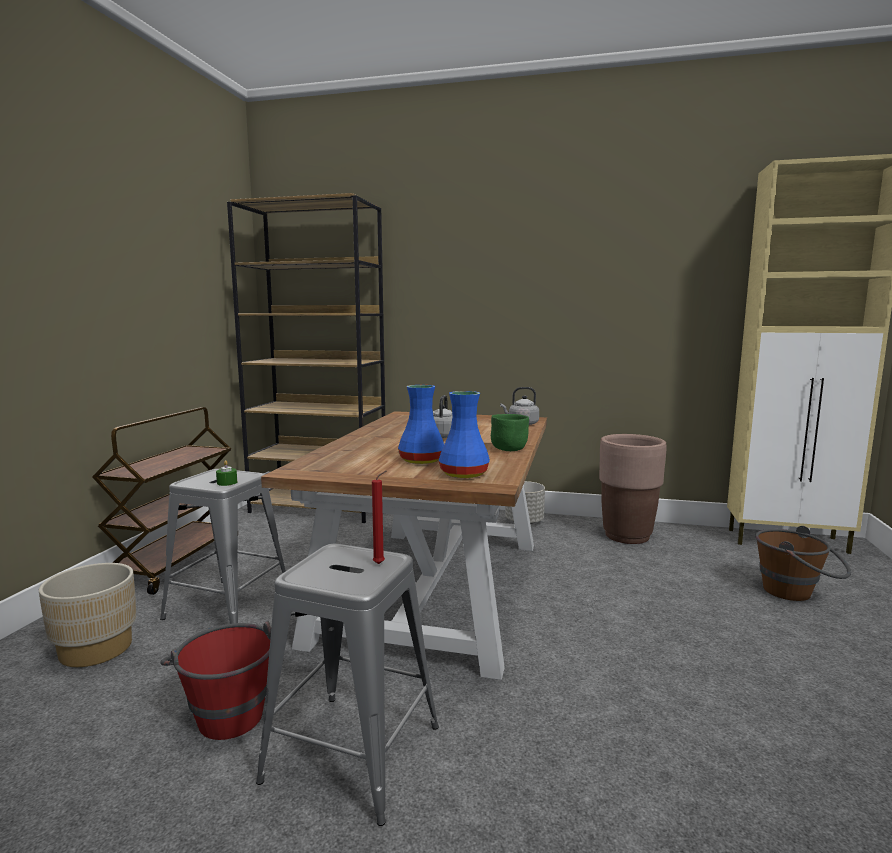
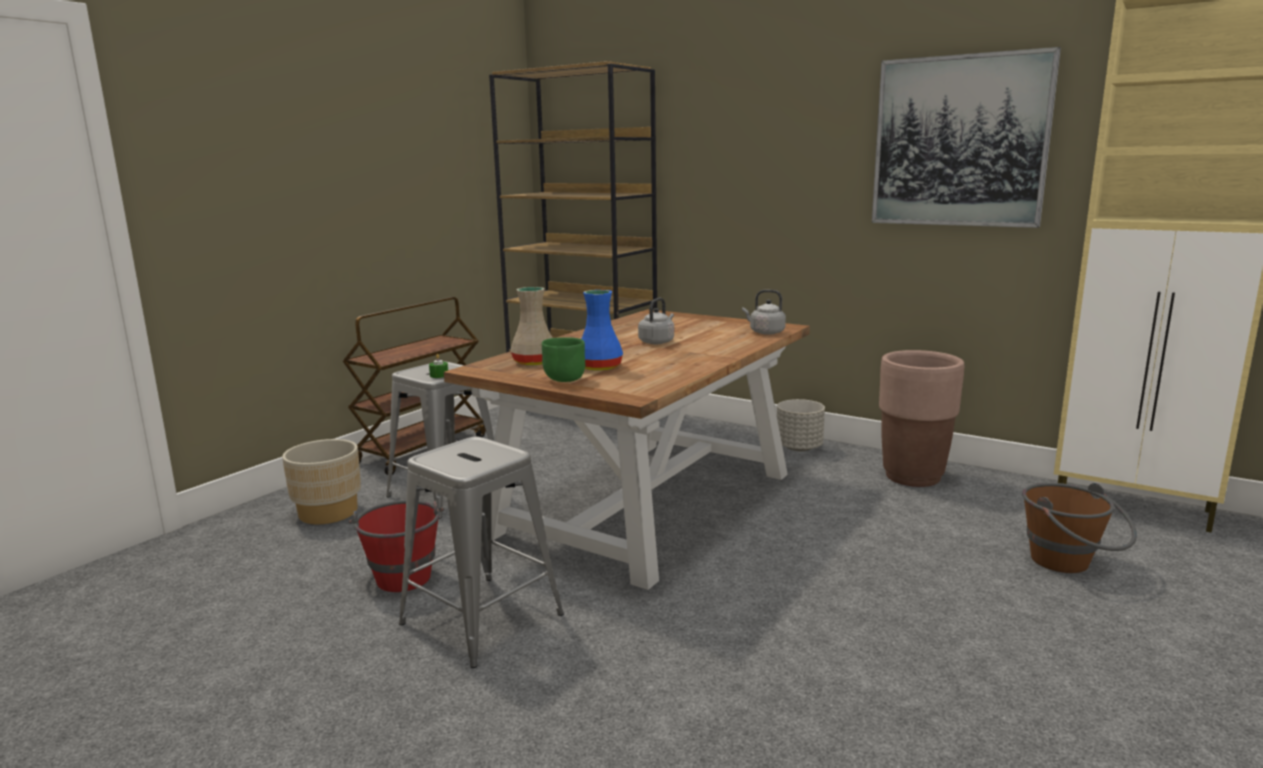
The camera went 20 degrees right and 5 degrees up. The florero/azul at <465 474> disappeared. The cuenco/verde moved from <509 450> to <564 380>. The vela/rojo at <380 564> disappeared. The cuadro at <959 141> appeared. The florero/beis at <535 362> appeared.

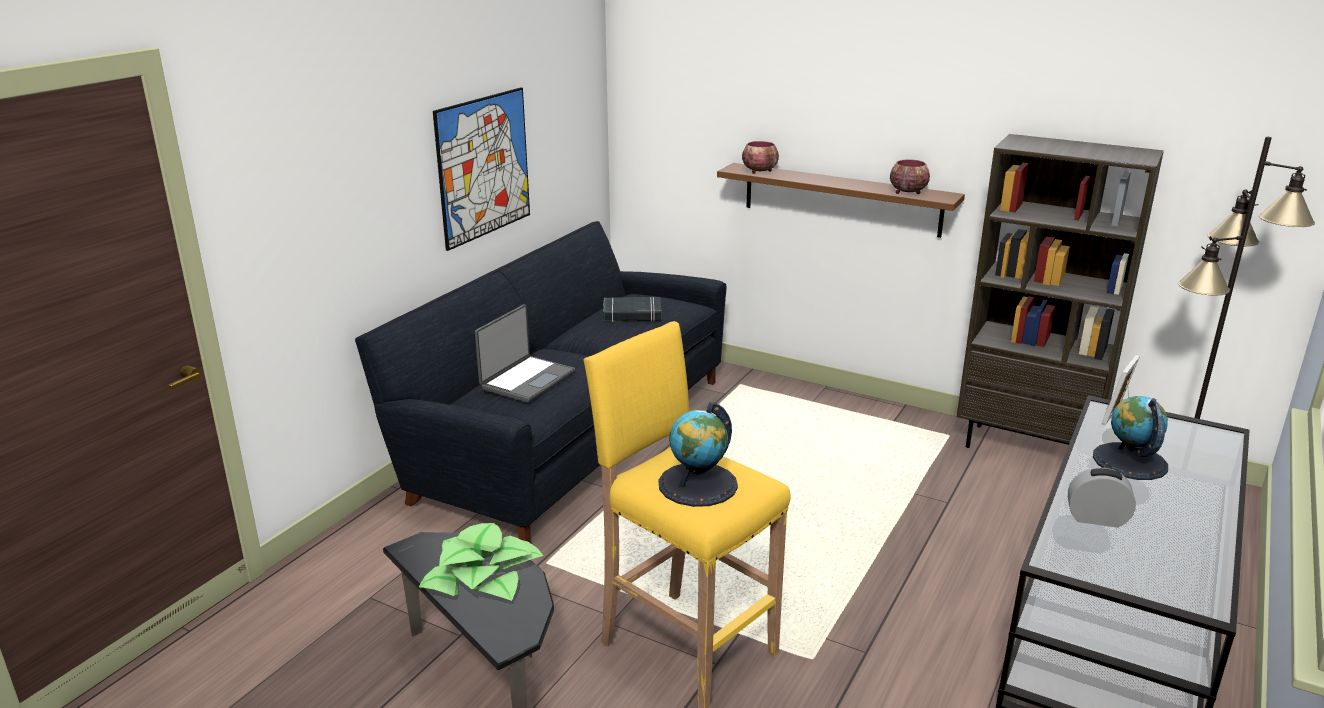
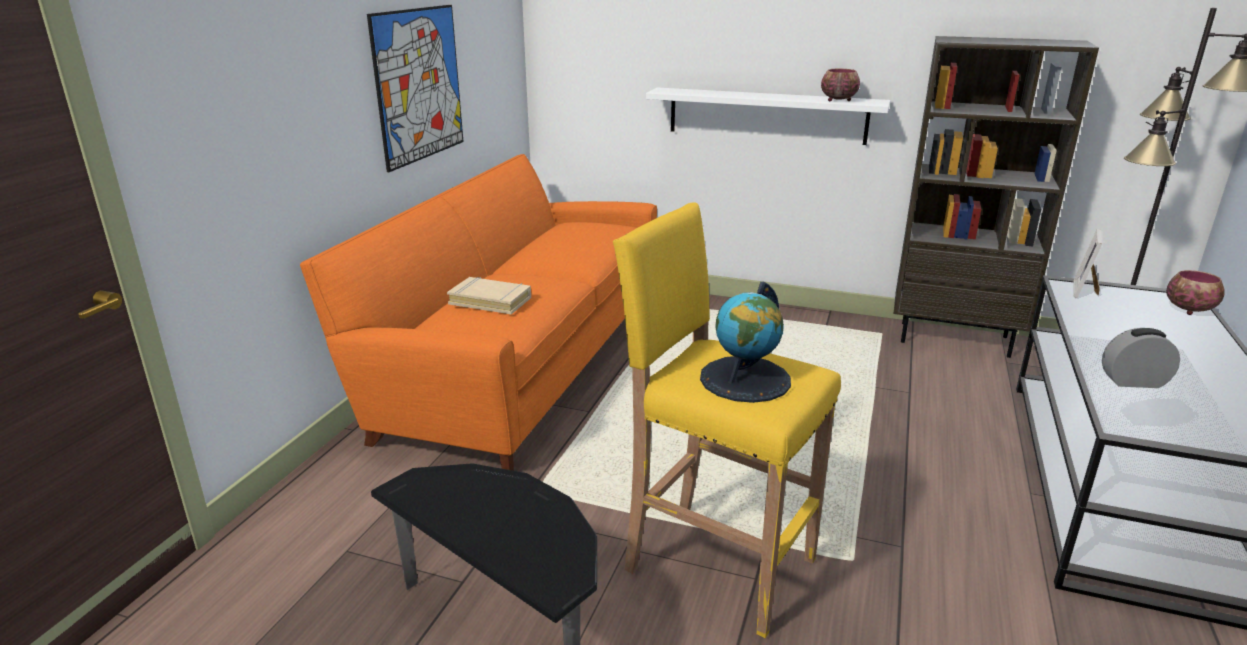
The camera went 10 degrees left and 0 degrees up. The cuenco moved from <760 171> to <1189 310>. The estante/marrón at <841 199> became the estante/blanco at <766 115>. The sofá/negro at <568 434> became the sofá/naranja at <520 362>. The libro/negro at <632 314> disappeared. The portátil at <526 380> was replaced by the libro/beis at <490 301>. The globo terráqueo at <1129 461> disappeared. The planta en maceta at <483 577> disappeared.

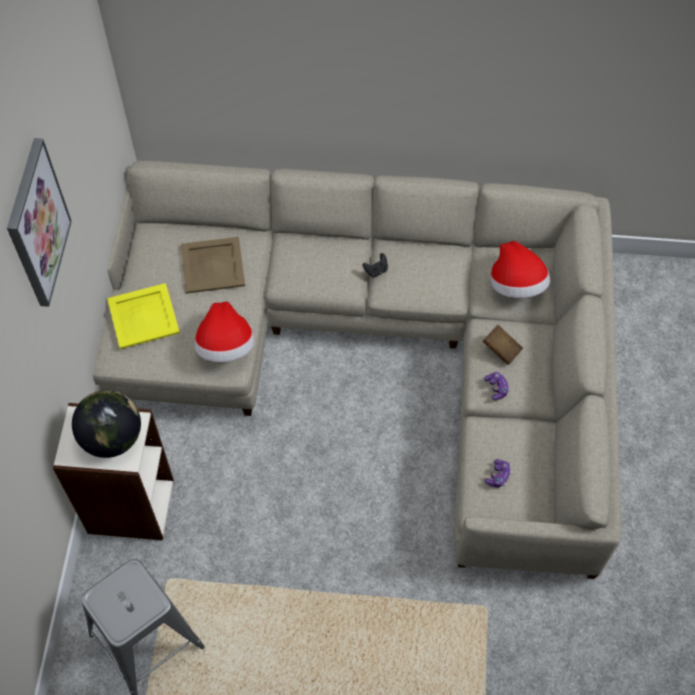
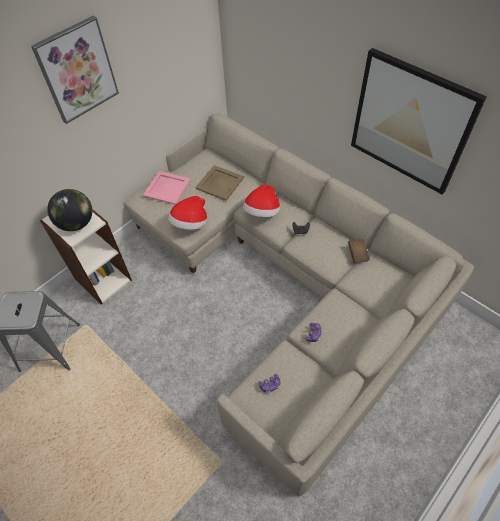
The camera went 40 degrees right and 5 degrees down. The sombrero moved from <516 285> to <262 212>. The bandeja/amarillo at <143 317> became the bandeja/rosa at <166 188>. The libro/marrón moved from <501 350> to <357 254>. The cuadro at <410 123> appeared.

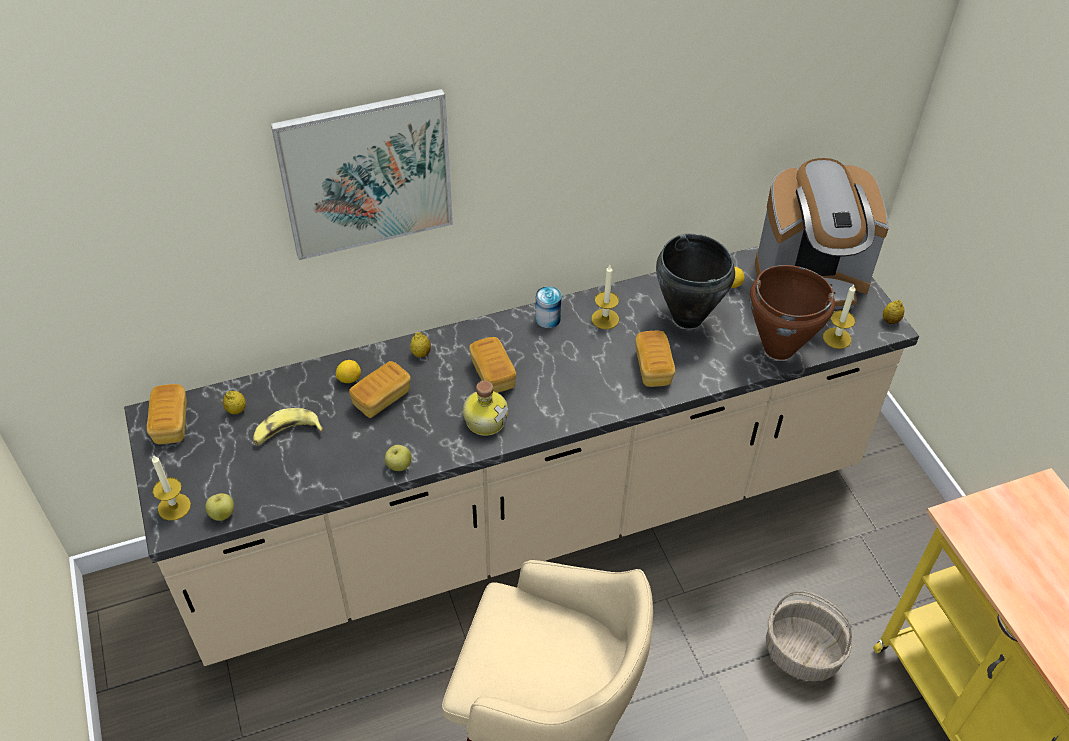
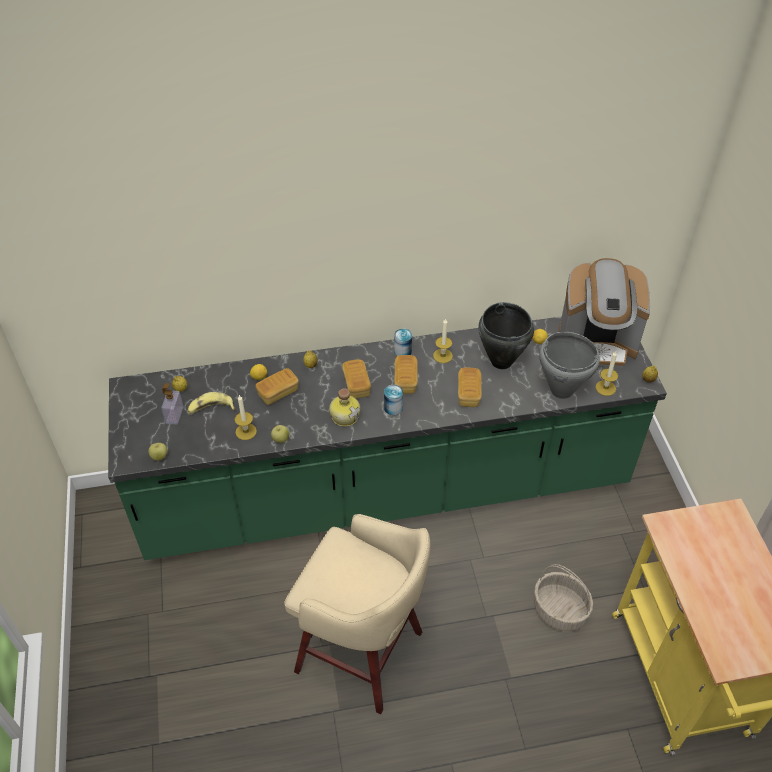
The camera went 10 degrees right and 0 degrees up. The cuadro at <366 174> disappeared. The mueble bajo de cocina/beis at <532 518> became the mueble bajo de cocina/verde at <386 491>. The olla/marrón at <778 348> became the olla/gris at <561 390>. The pan moved from <171 423> to <405 381>. The vela moved from <174 507> to <246 431>. The dispensador de jabón at <174 415> appeared. The lata at <393 408> appeared.

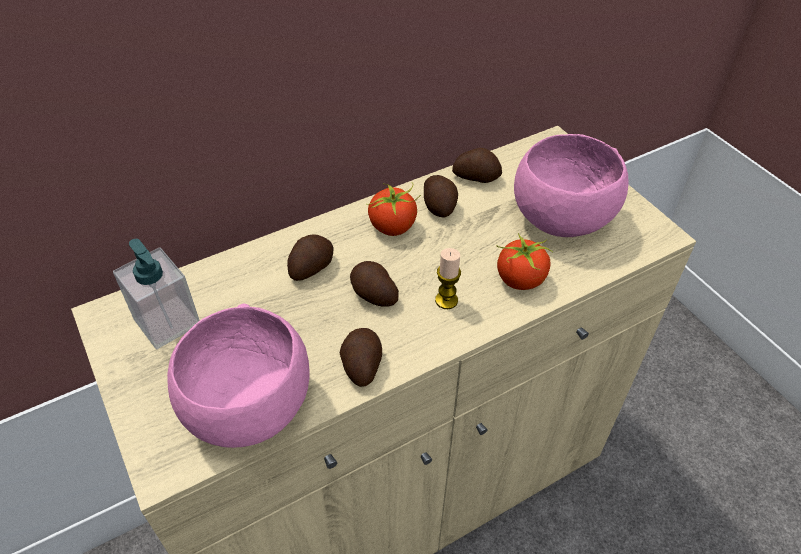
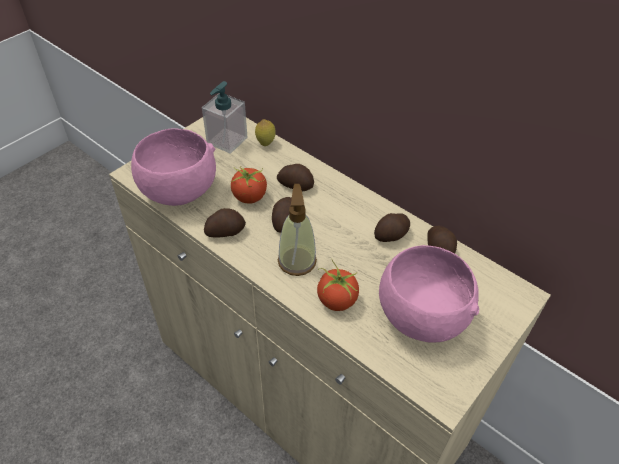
The camera went 70 degrees right and 0 degrees up. The tomate moved from <393 226> to <250 197>. The vela at <446 300> was replaced by the dispensador de jabón at <297 261>. The limón at <265 143> appeared.

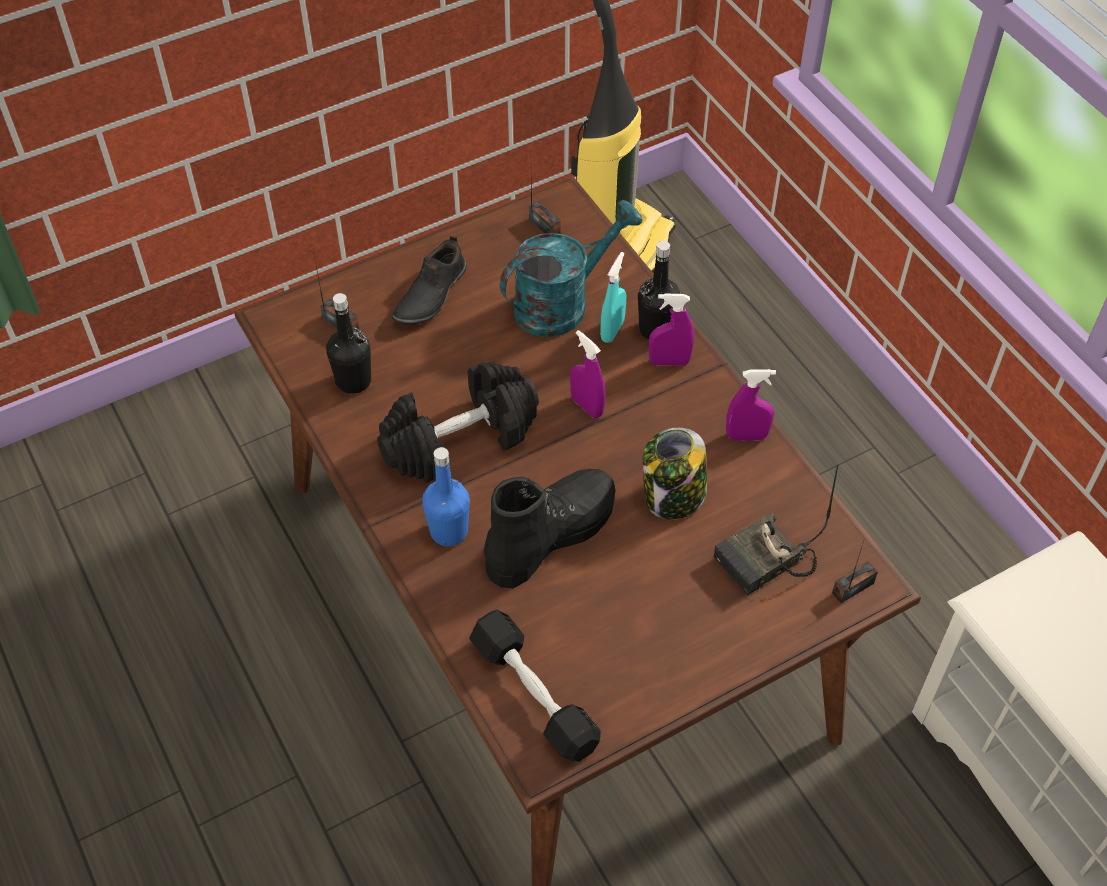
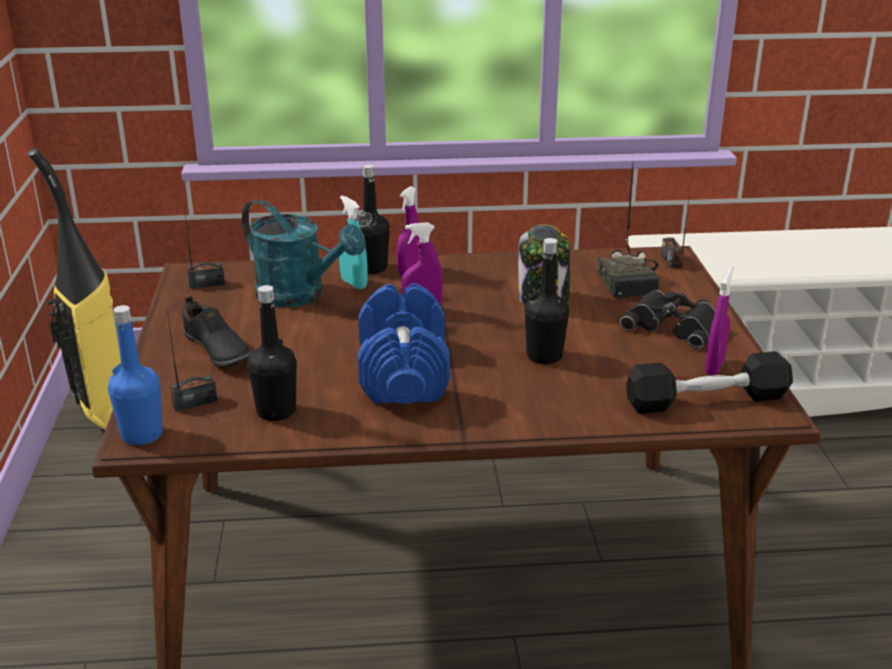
The camera went 65 degrees left and 25 degrees down. The regadera/turquesa at <562 303> turned 135 degrees clockwise. The mancuerna/negro at <460 439> became the mancuerna/azul at <402 373>. The pulverizador/morado moved from <746 436> to <714 367>. The botella/azul moved from <449 531> to <142 435>. The bota/negro at <550 535> was replaced by the botella/negro at <544 356>. The prismáticos/negro at <674 325> appeared.

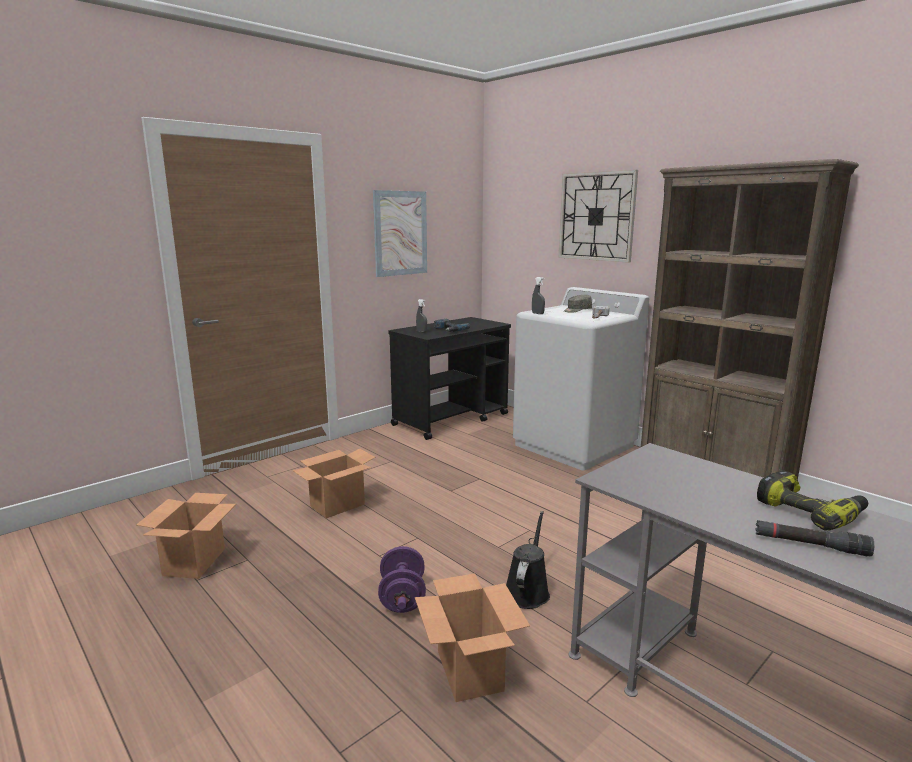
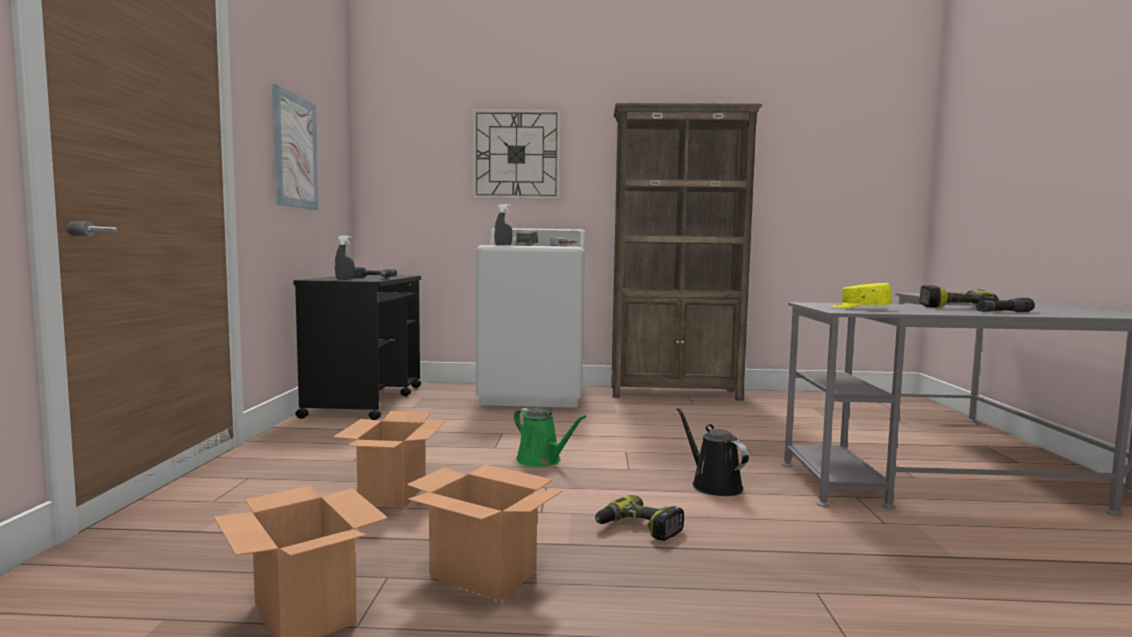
The camera went 45 degrees left and 10 degrees down. The mancuerna/morado at <402 598> was replaced by the taladro at <638 529>. The caja de cartón moved from <469 670> to <482 574>. The gorra/amarillo at <860 308> appeared. The regadera/verde at <542 461> appeared.

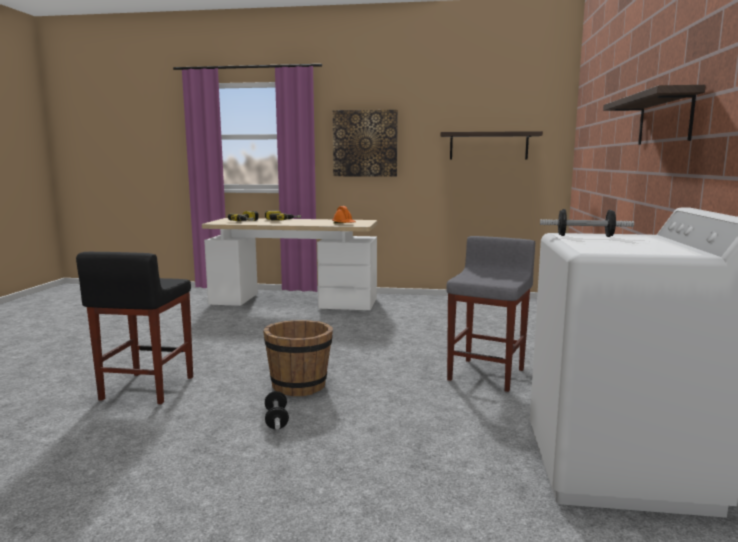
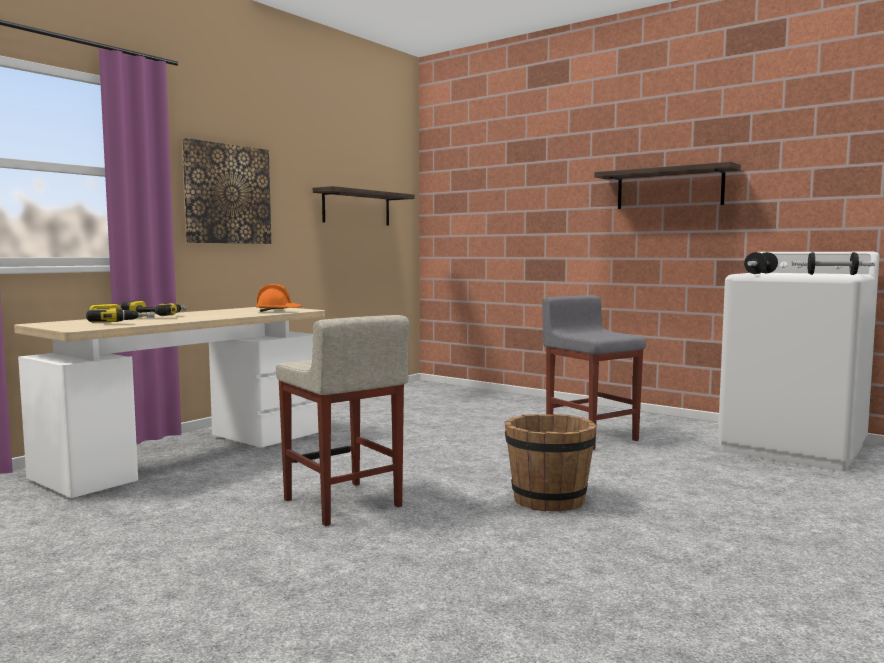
The camera went 60 degrees left and 5 degrees down. The taburete/negro at <147 388> disappeared. The mancuerna moved from <276 420> to <831 274>. The taburete/beis at <343 503> appeared.

